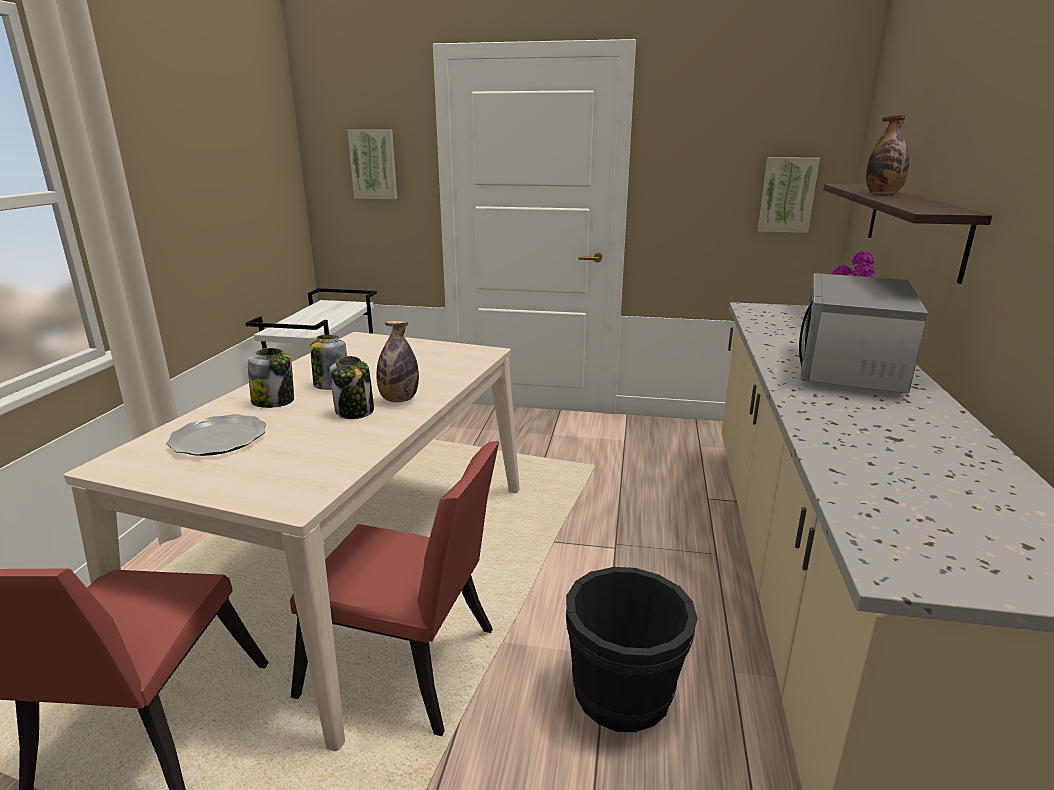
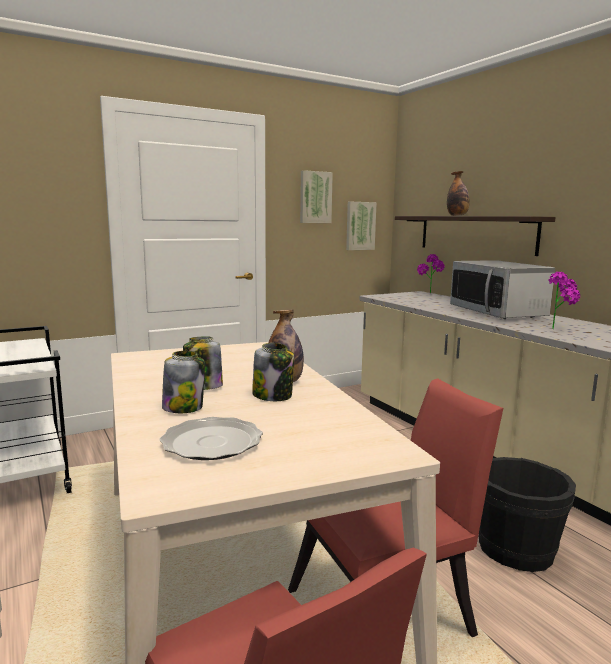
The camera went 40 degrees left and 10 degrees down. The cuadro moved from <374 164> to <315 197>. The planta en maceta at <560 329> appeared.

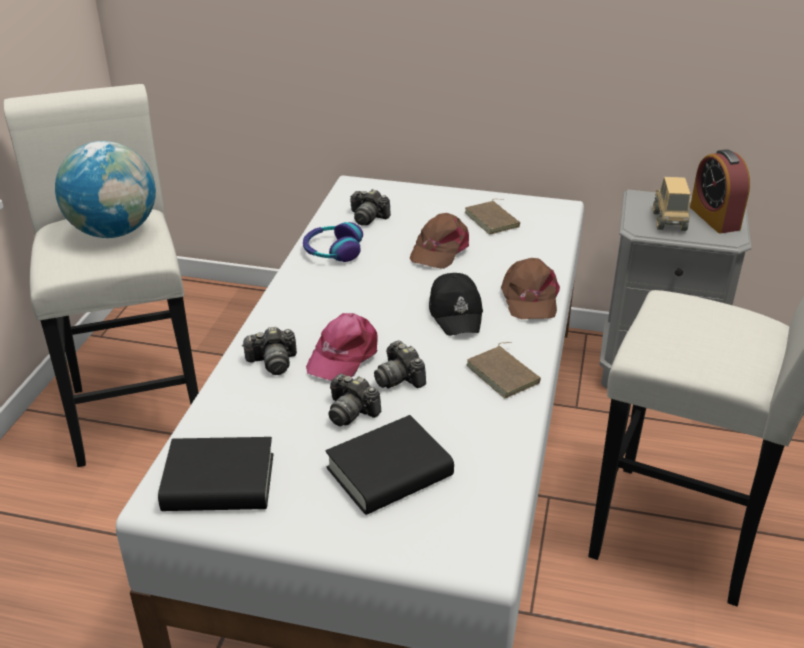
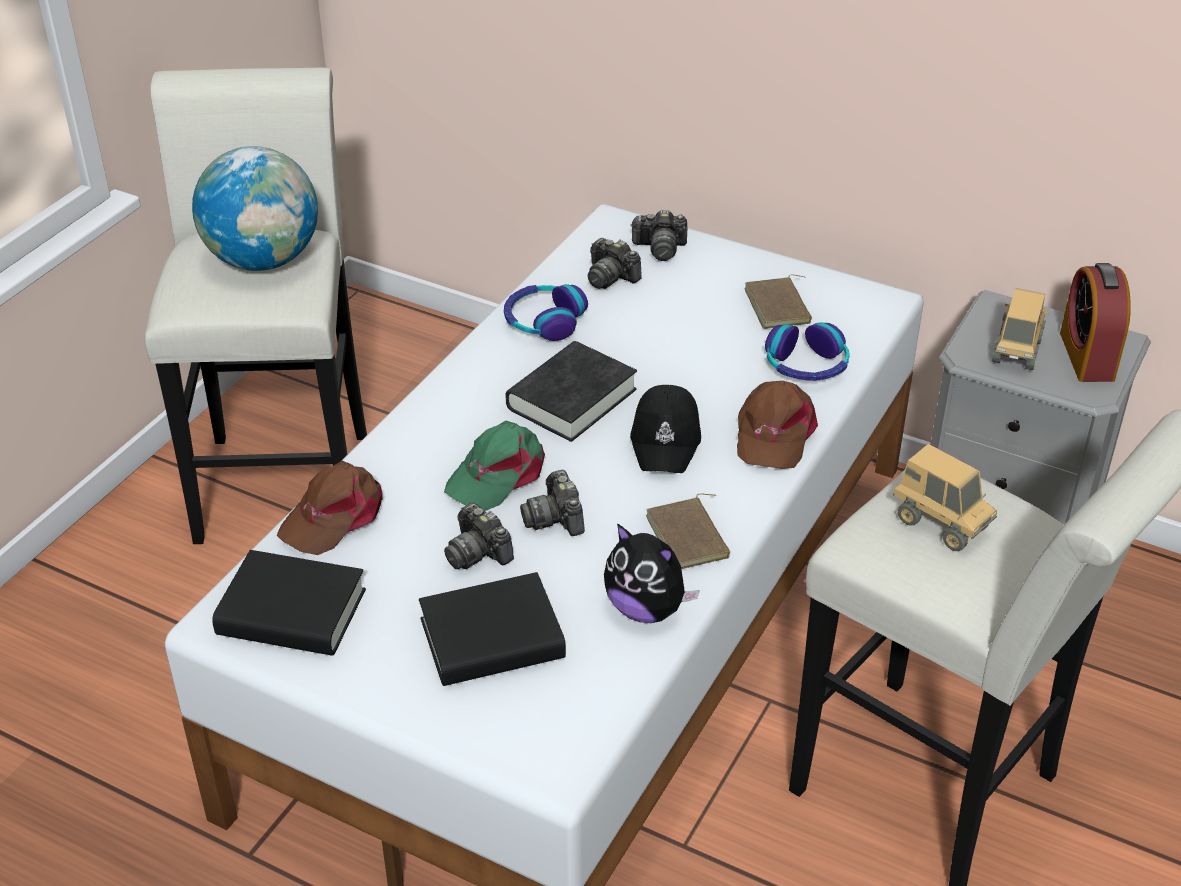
The camera went 15 degrees right and 5 degrees up. The gorra/marrón moved from <439 249> to <335 516>. The gorra/rosa at <343 355> became the gorra/verde at <498 474>. The cámara moved from <273 362> to <660 248>. The auriculares at <806 365> appeared. The libro/negro at <571 399> appeared. The camión de juguete at <940 525> appeared. The peluche at <646 609> appeared.

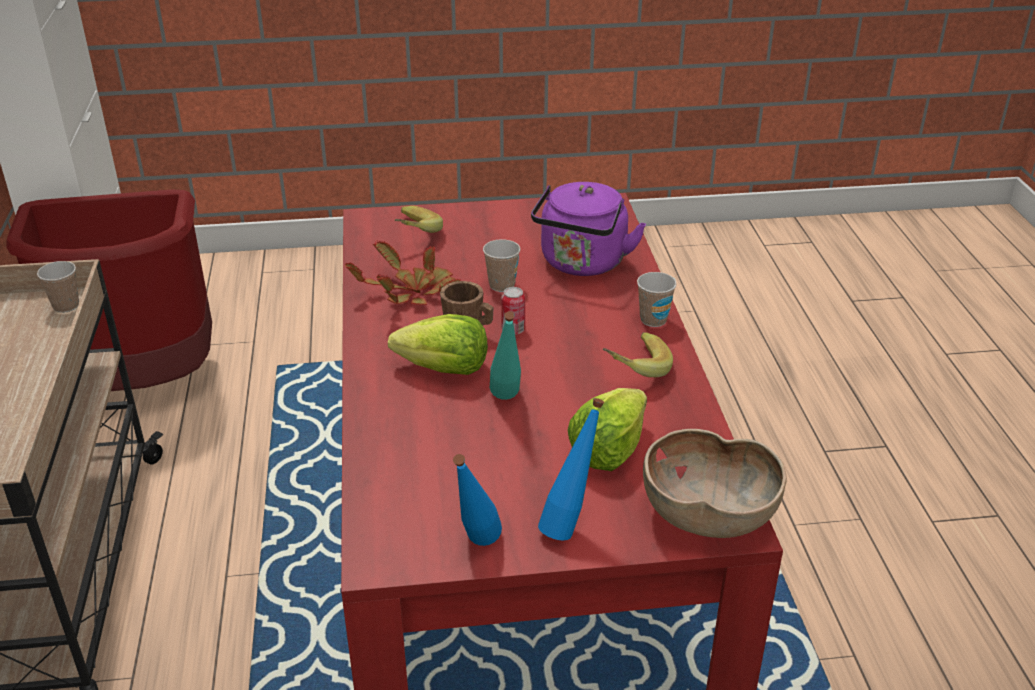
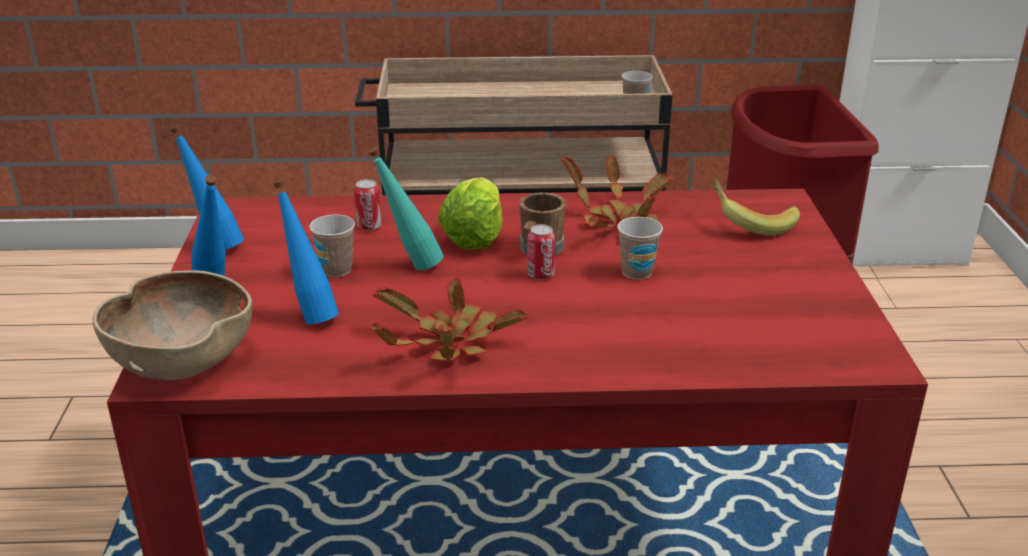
The camera went 95 degrees right and 5 degrees down. The hervidor/morado at <582 264> disappeared. The taza moved from <653 320> to <336 270>. The plátano at <633 368> was replaced by the planta en maceta at <449 343>. The lechuga at <608 450> was replaced by the botella/azul at <310 315>. The lata at <369 226> appeared.

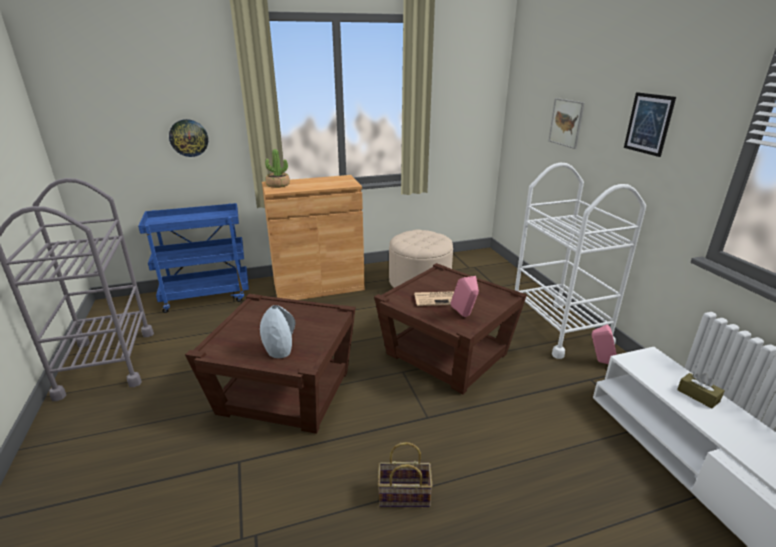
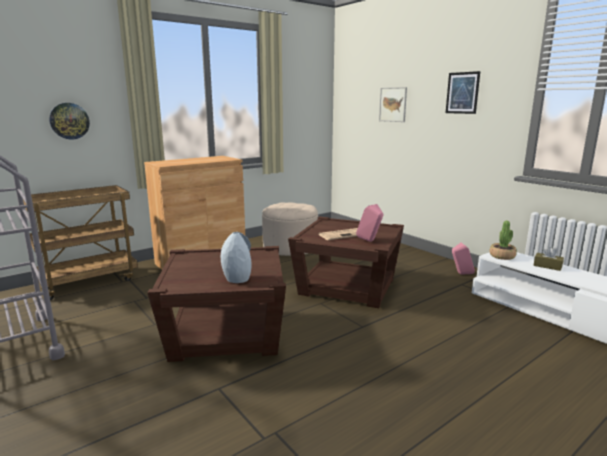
The camera went 20 degrees left and 10 degrees down. The planta en maceta moved from <278 185> to <502 256>. The carrito/blanco at <558 328> disappeared. The carrito/azul at <207 296> became the carrito/marrón at <89 281>. The cesta at <403 496> disappeared.

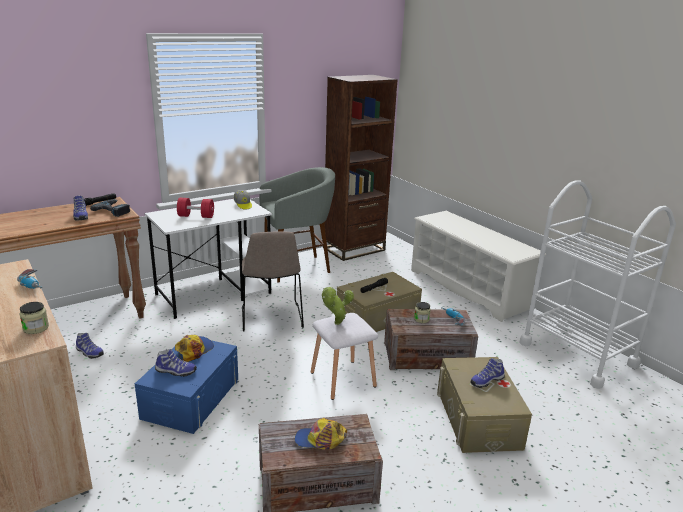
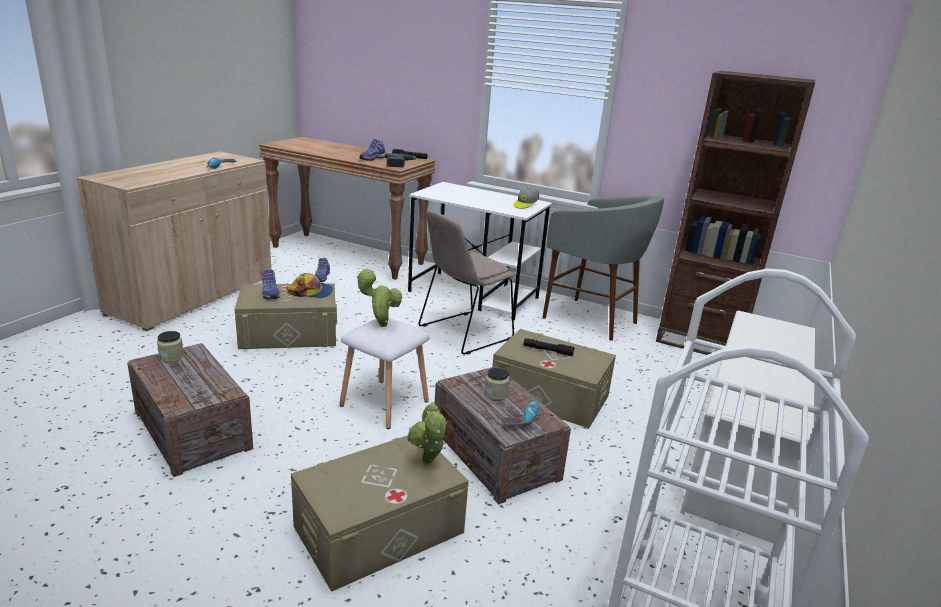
The camera went 60 degrees right and 0 degrees up. The mancuerna/rojo at <196 216> disappeared. The tarro moved from <36 328> to <171 357>. The caja de almacenaje/azul at <191 398> became the caja de almacenaje/beis at <289 333>. The zapato at <486 380> disappeared. The gorra at <320 440> disappeared. The planta en maceta at <427 464> appeared.

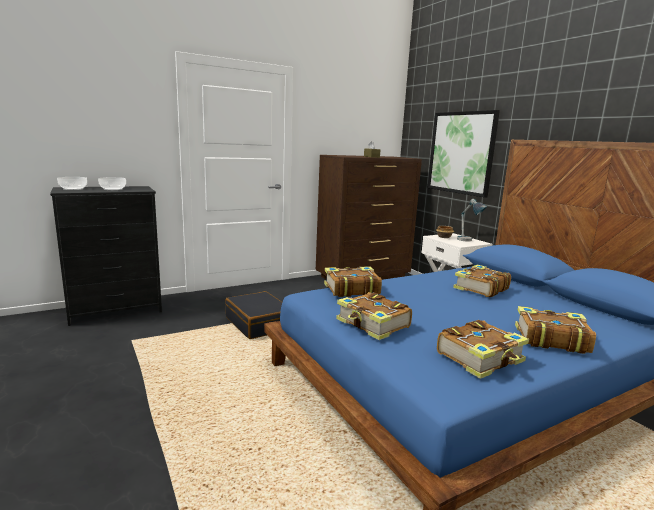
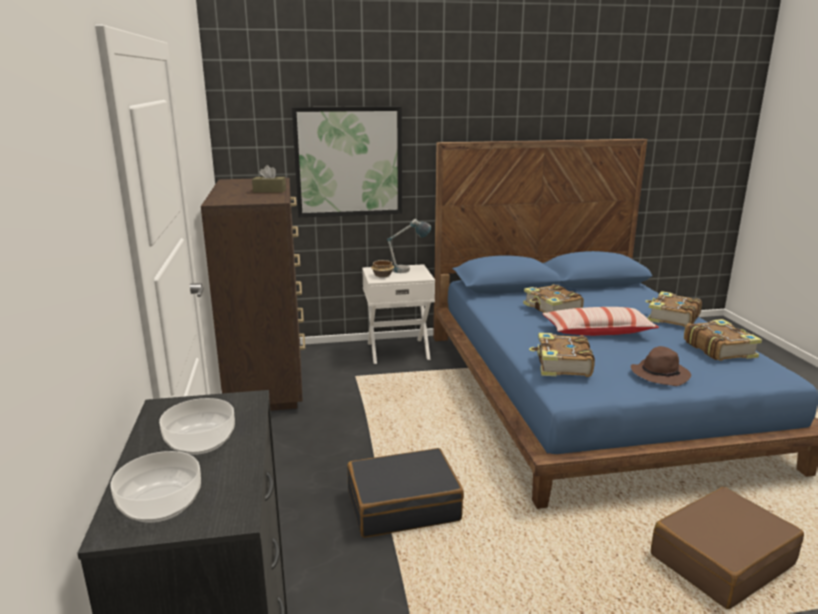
The camera went 70 degrees left and 5 degrees up. The libro at <373 325> was replaced by the sombrero/marrón at <660 374>. The cojín at <597 331> appeared. The maleta/marrón at <721 559> appeared.

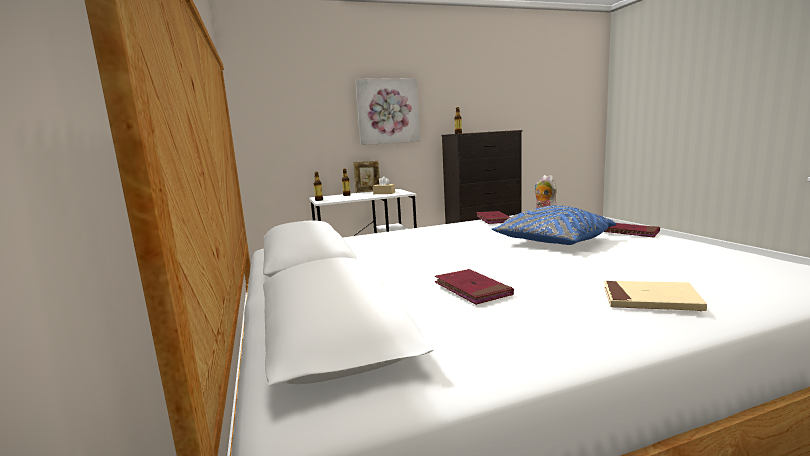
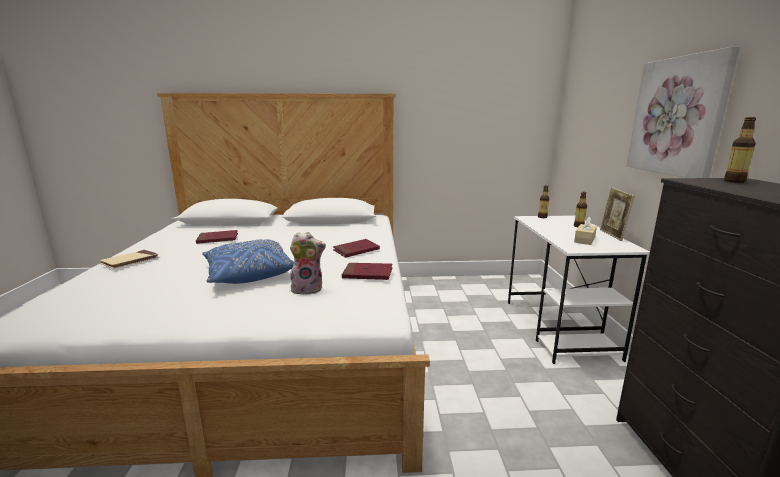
The camera went 105 degrees right and 5 degrees up. The libro/rojo moved from <629 232> to <356 250>.

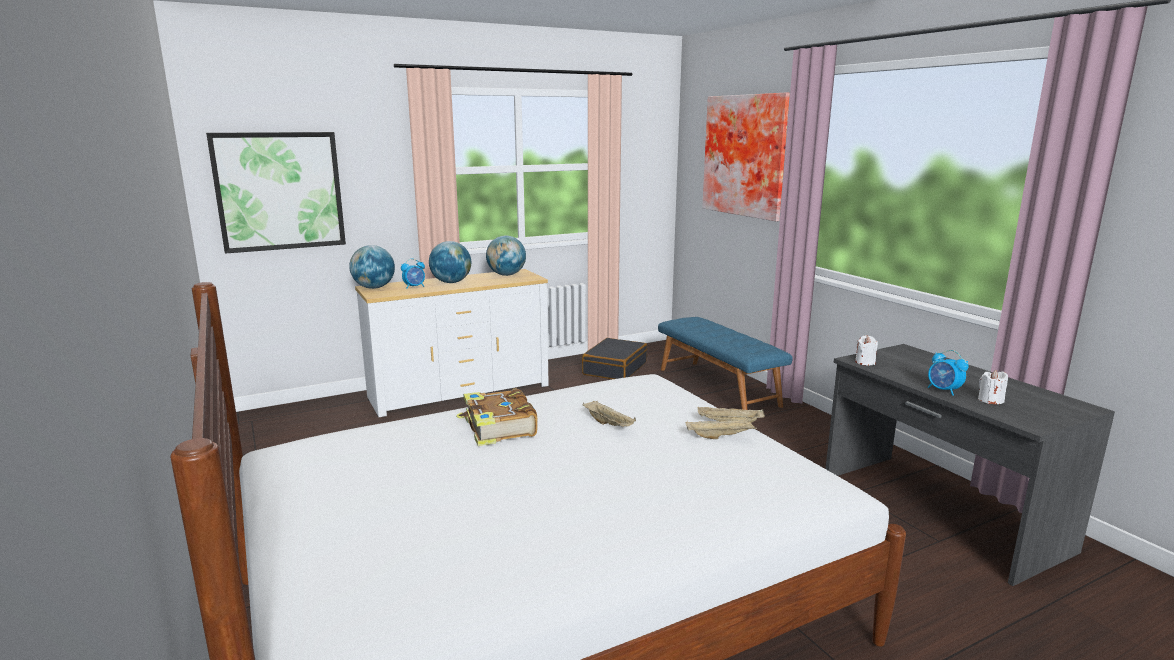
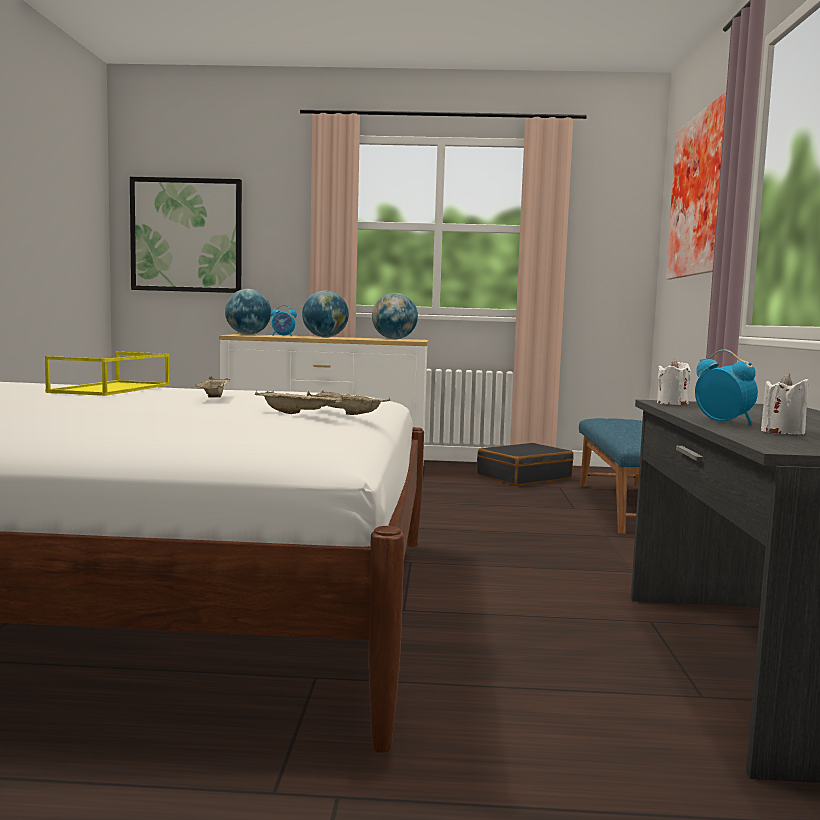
The camera went 30 degrees right and 10 degrees down. The despertador at <943 390> turned 150 degrees clockwise. The libro at <498 428> was replaced by the bandeja/amarillo at <112 389>.

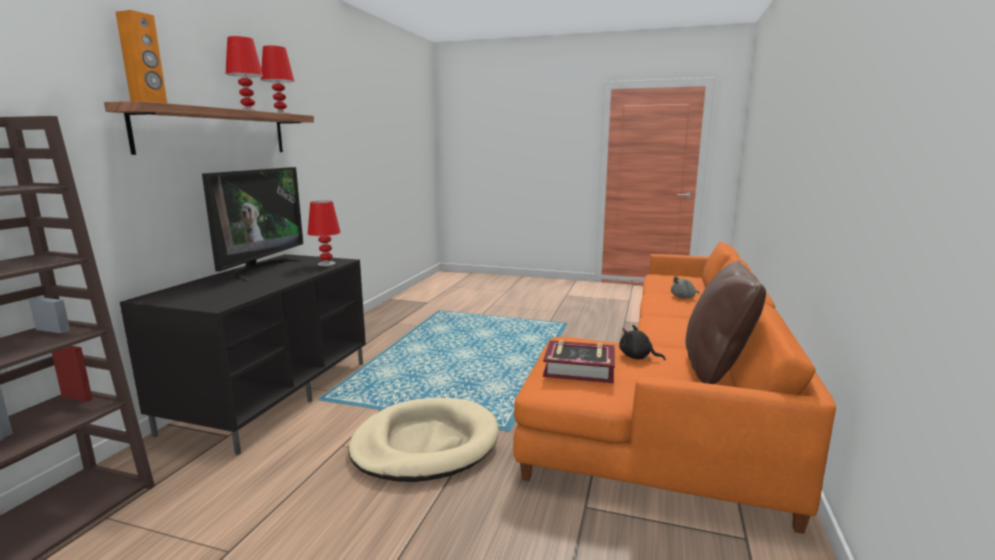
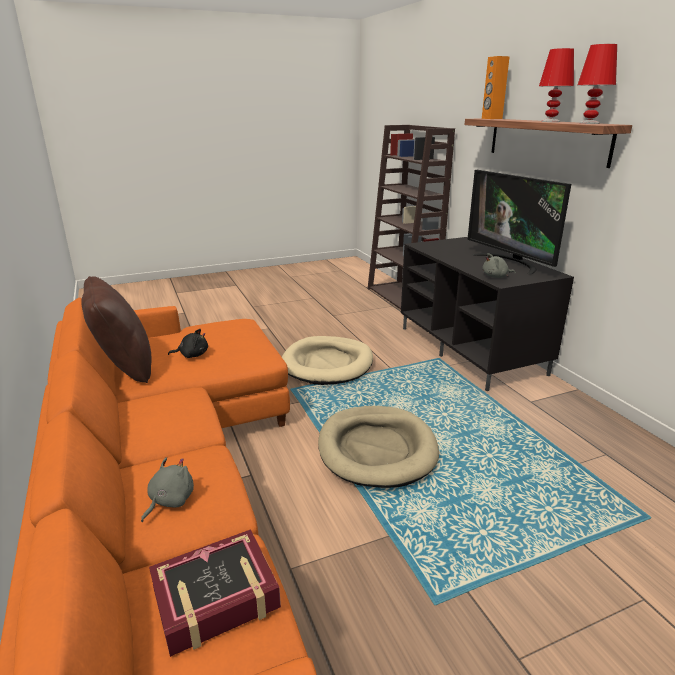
The camera went 140 degrees right and 10 degrees up. The lámpara de mesa/rojo at <326 264> was replaced by the peluche/gris at <496 277>. The libro moved from <579 368> to <216 598>. The cama para perro/beis at <377 449> appeared.

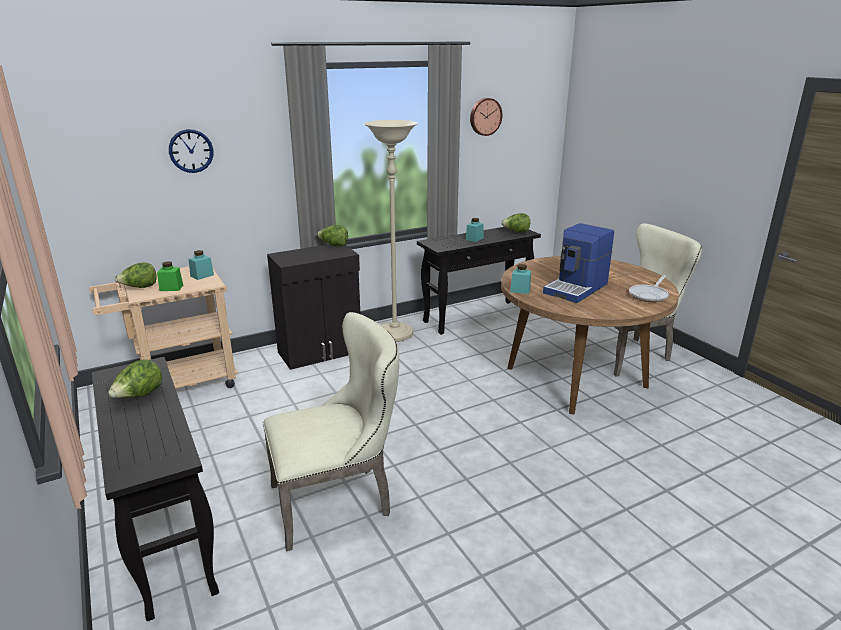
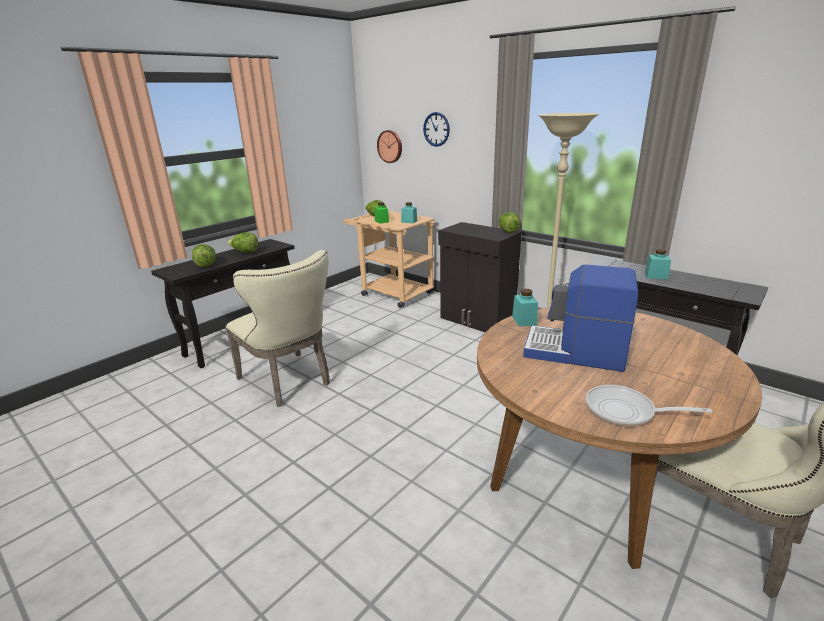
The camera went 70 degrees right and 0 degrees up. The reloj de pared moved from <485 116> to <390 146>. The lechuga moved from <516 232> to <206 265>.

